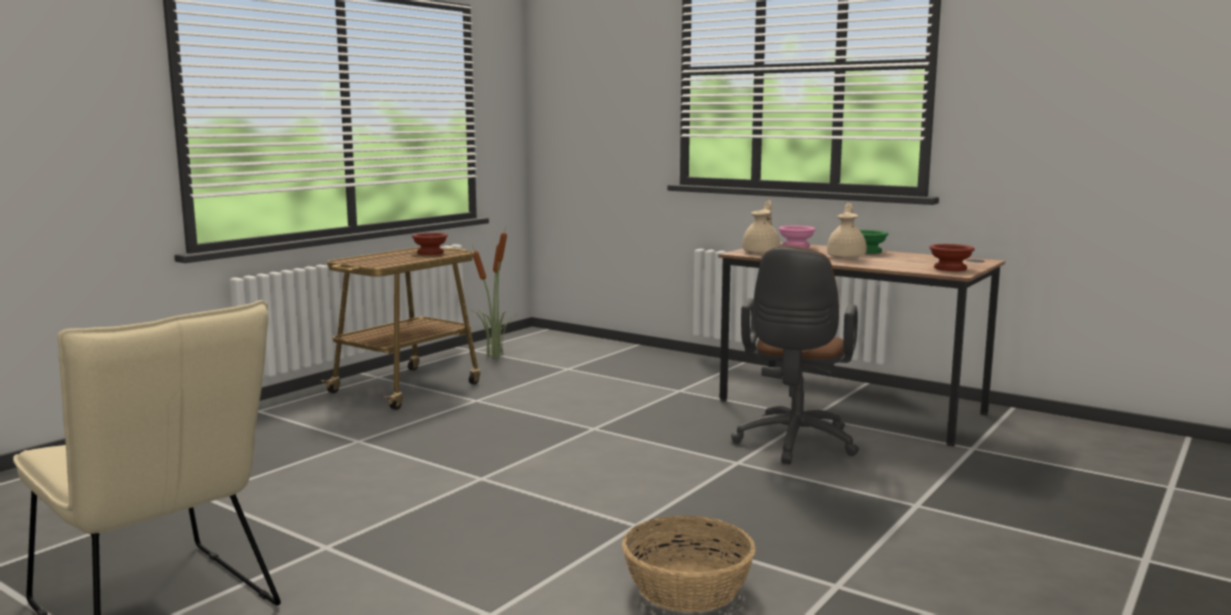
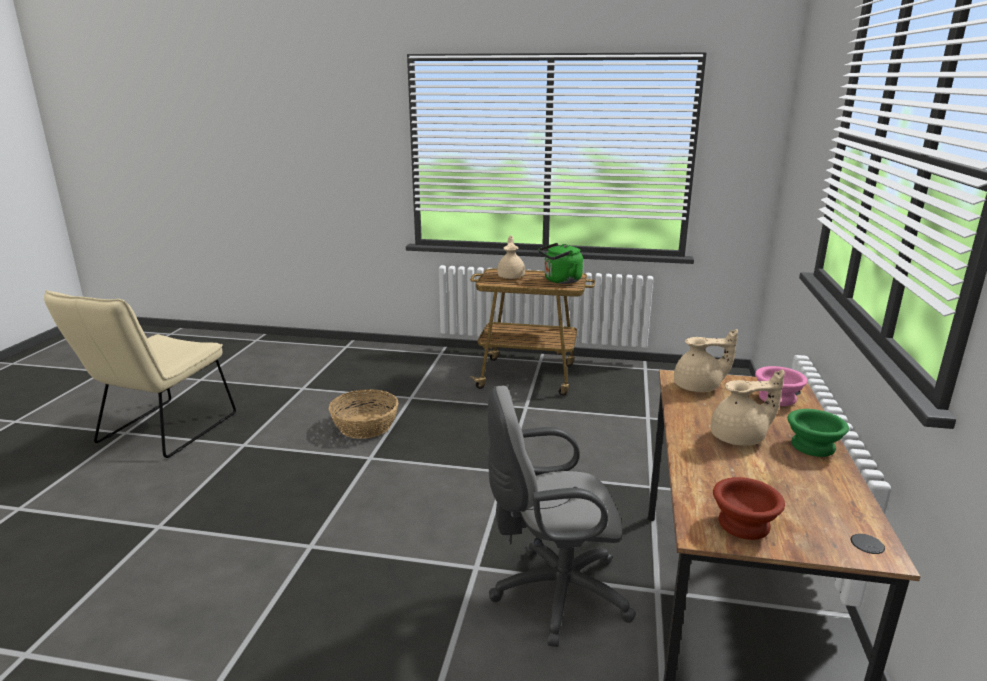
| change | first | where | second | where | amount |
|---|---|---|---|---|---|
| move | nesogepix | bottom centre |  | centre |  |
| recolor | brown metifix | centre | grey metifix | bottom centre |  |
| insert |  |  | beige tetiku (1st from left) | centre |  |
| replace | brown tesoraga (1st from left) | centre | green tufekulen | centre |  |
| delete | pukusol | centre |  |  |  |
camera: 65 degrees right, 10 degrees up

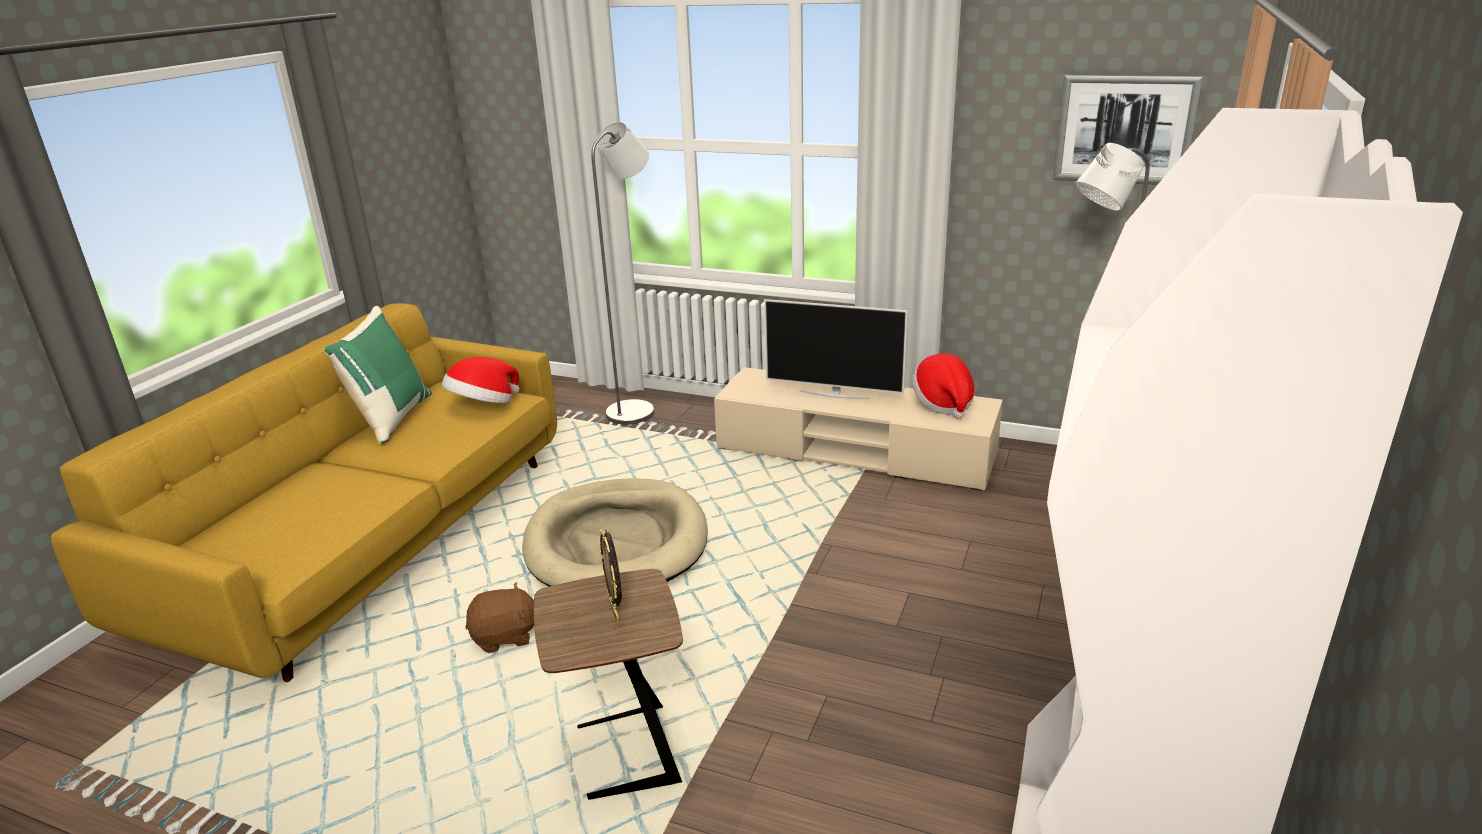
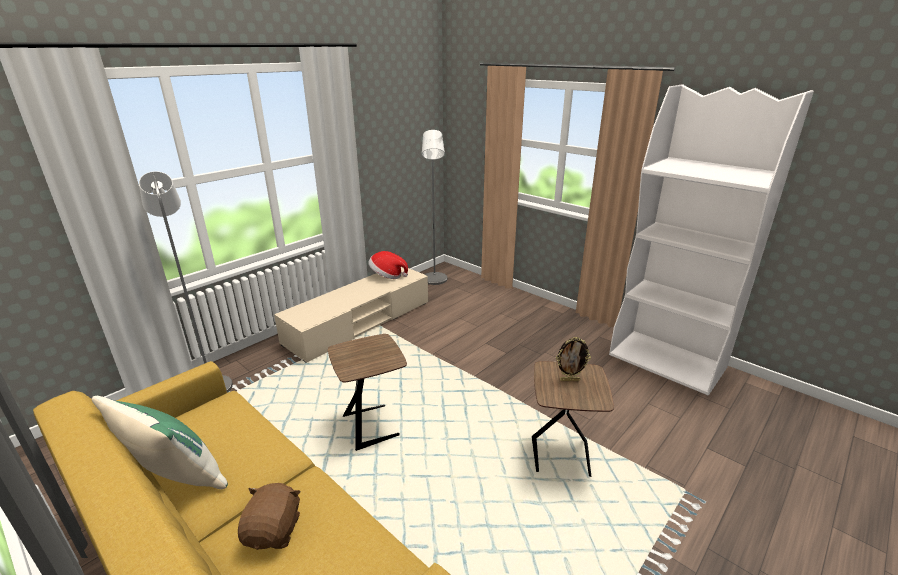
| change | first | where | second | where | amount |
|---|---|---|---|---|---|
| move | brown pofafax | bottom centre |  | bottom left |  |
| replace | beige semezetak | centre | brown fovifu (1st from left) | bottom centre |  |
| delete | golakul (1st from left) | middle left |  |  |  |
| delete | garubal | centre |  |  |  |
| delete | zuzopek | top right |  |  |  |
camera: 70 degrees left, 0 degrees up

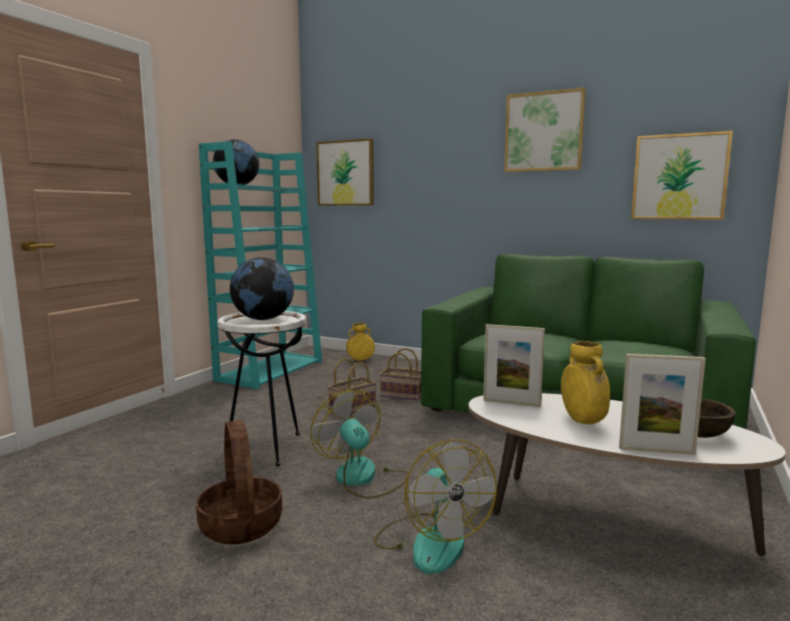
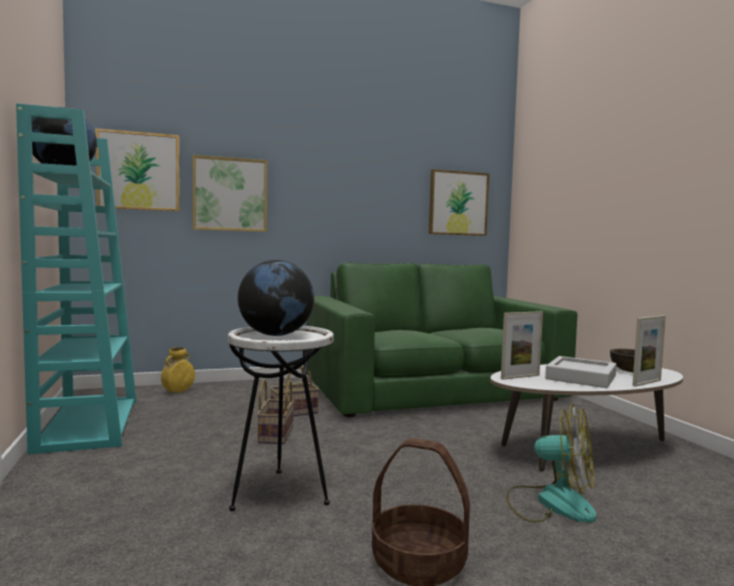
| change | first | where | second | where | amount |
|---|---|---|---|---|---|
| move | zuzopek (2nd from left) | top right |  | top left |  |
| replace | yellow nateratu (2nd from left) | middle right | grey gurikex | middle right |  |
| delete | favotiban (1st from left) | bottom centre |  |  |  |
camera: 45 degrees left, 5 degrees down

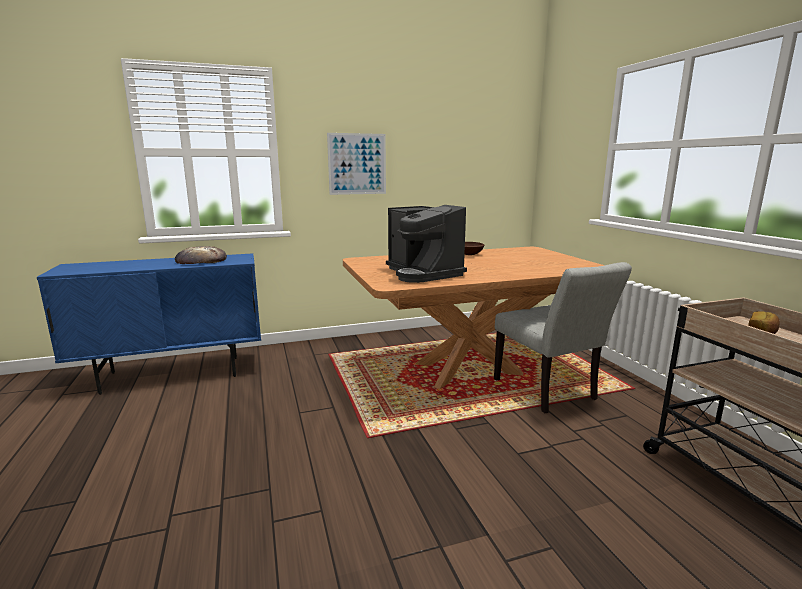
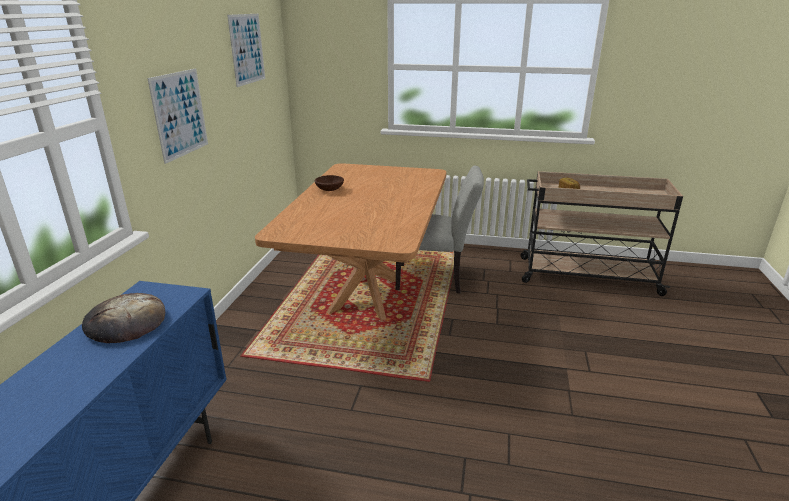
| change | first | where | second | where | amount |
|---|---|---|---|---|---|
| insert |  |  | zuzopek (2nd from left) | top left |  |
| delete | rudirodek | centre |  |  |  |
camera: 60 degrees left, 10 degrees up

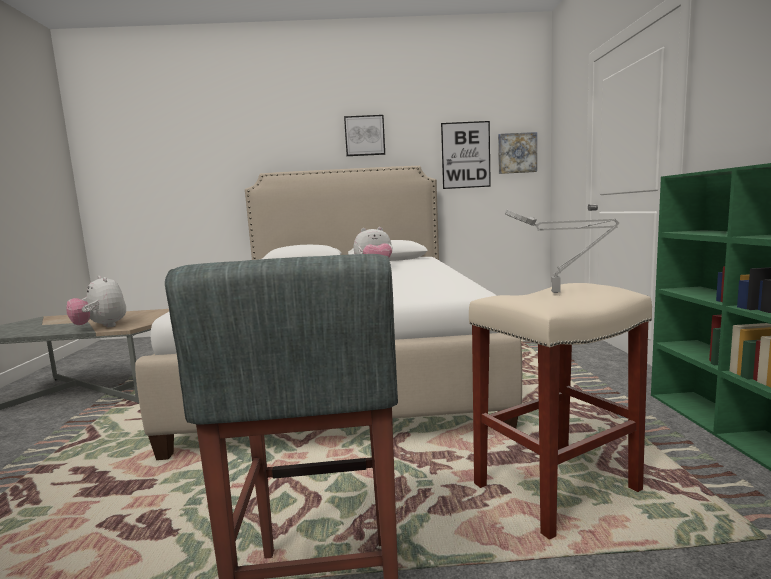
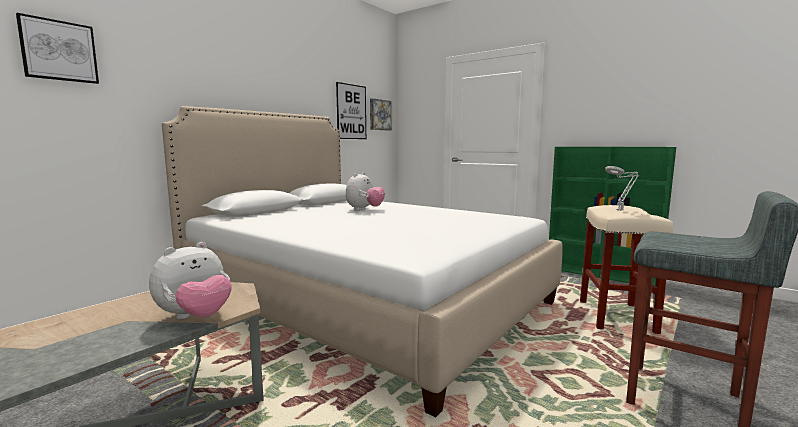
| change | first | where | second | where | amount |
|---|---|---|---|---|---|
| move | zuzopek (1st from left) | top centre |  | top left |  |
| rotate | pofafax (1st from left) | middle left |  | middle left | 45 degrees counterclockwise |
camera: 50 degrees left, 0 degrees up

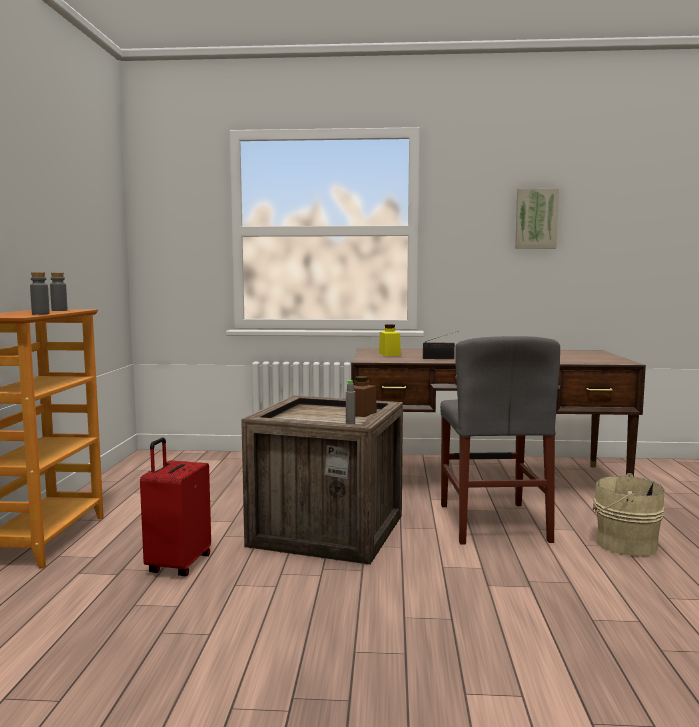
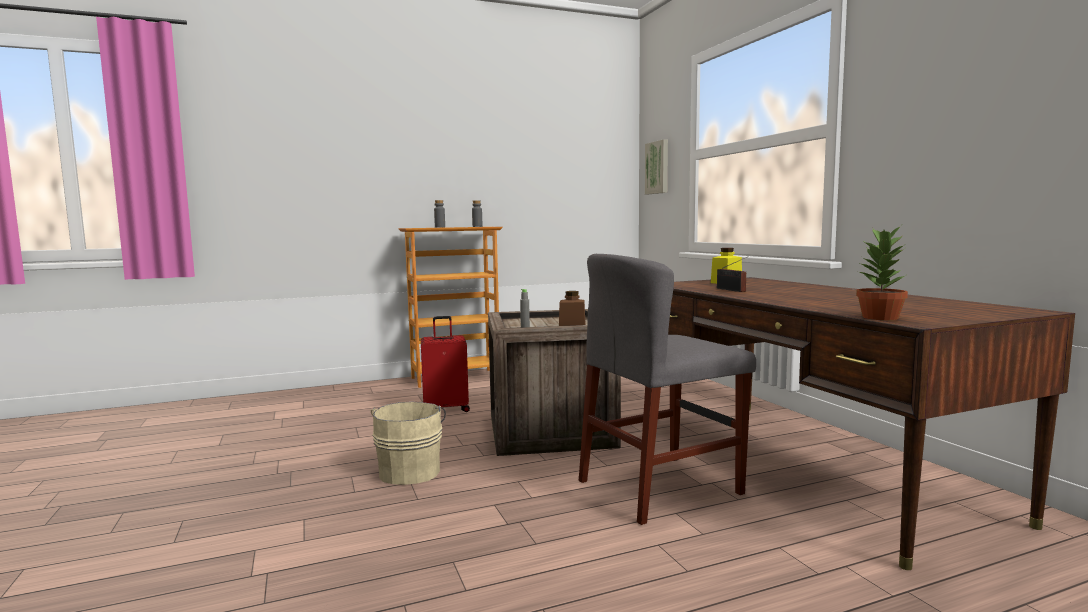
| change | first | where | second | where | amount |
|---|---|---|---|---|---|
| move | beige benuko | bottom right |  | bottom centre |  |
| move | zuzopek | top right |  | top centre |  |
| insert |  |  | pukusol | middle right |  |
camera: 65 degrees right, 0 degrees up

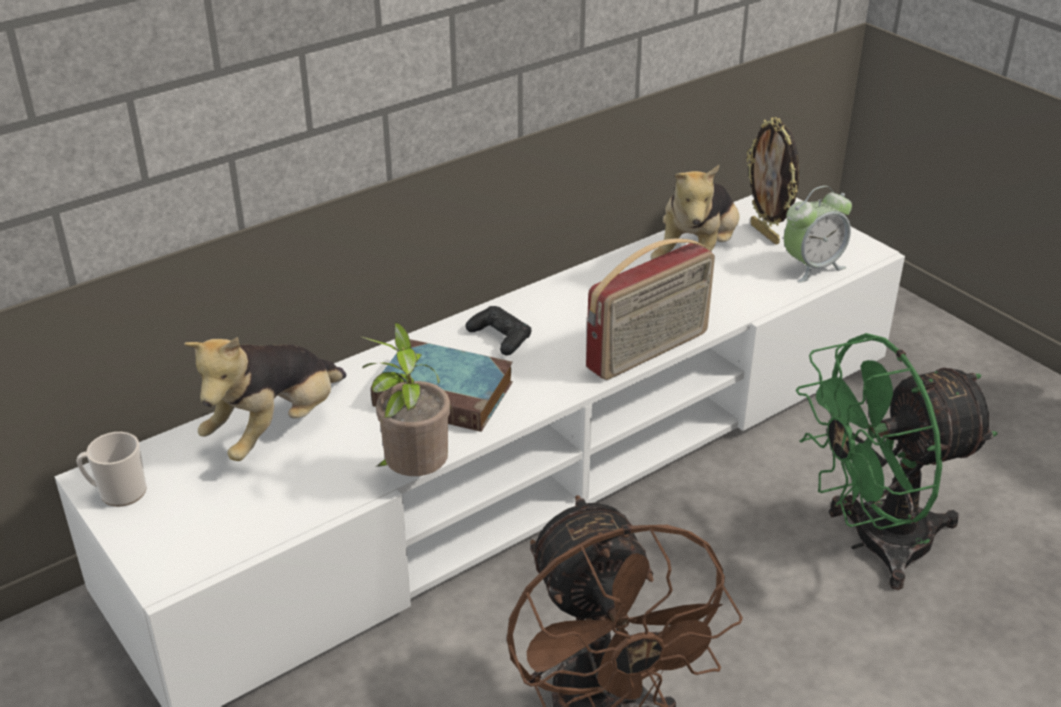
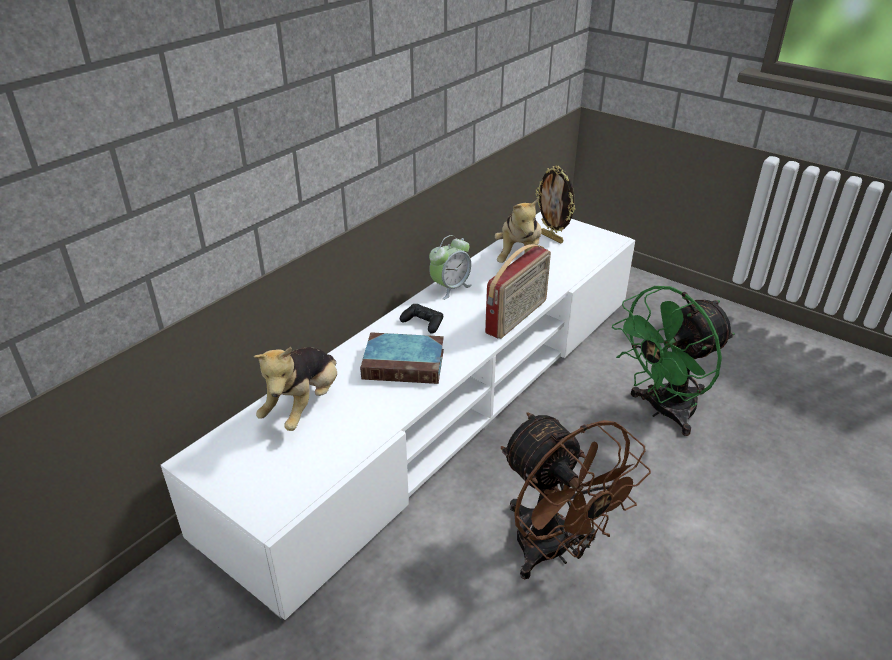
| change | first | where | second | where | amount |
|---|---|---|---|---|---|
| move | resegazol | top right |  | centre |  |
| delete | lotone | middle left |  |  |  |
| delete | pukusol | centre |  |  |  |
camera: 15 degrees left, 0 degrees up

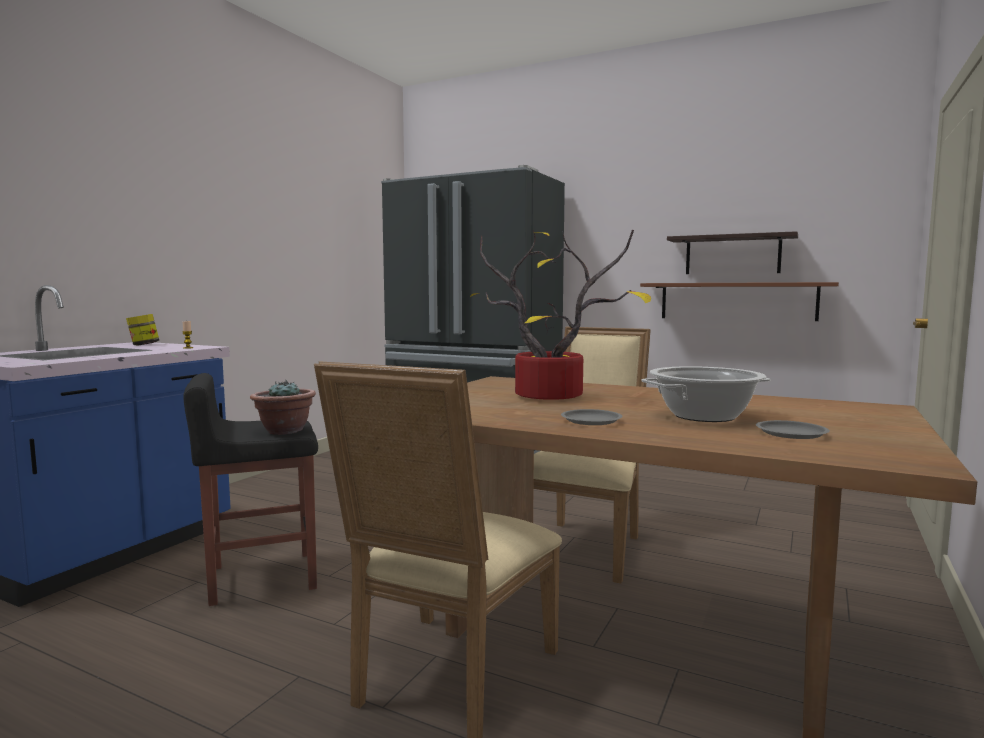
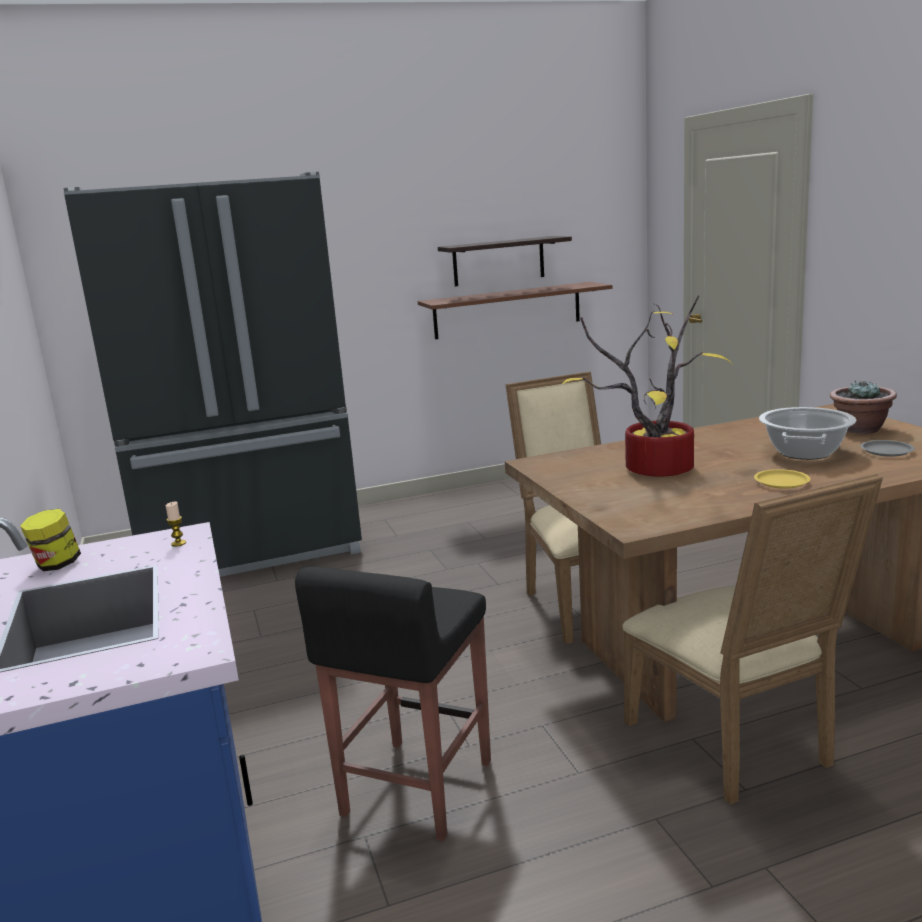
| change | first | where | second | where | amount |
|---|---|---|---|---|---|
| recolor | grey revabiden (1st from left) | centre | yellow revabiden | middle right |  |
| move | pukusol (1st from left in the first image) | middle left | pukusol (2nd from left) | middle right |  |
camera: 45 degrees left, 10 degrees up

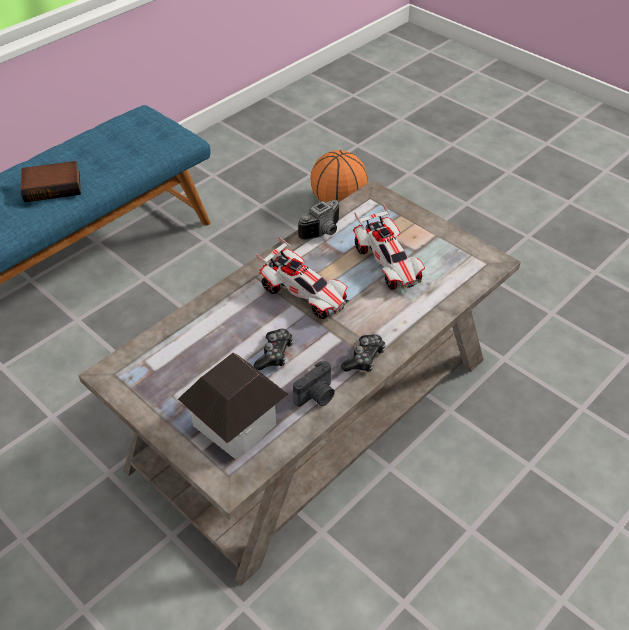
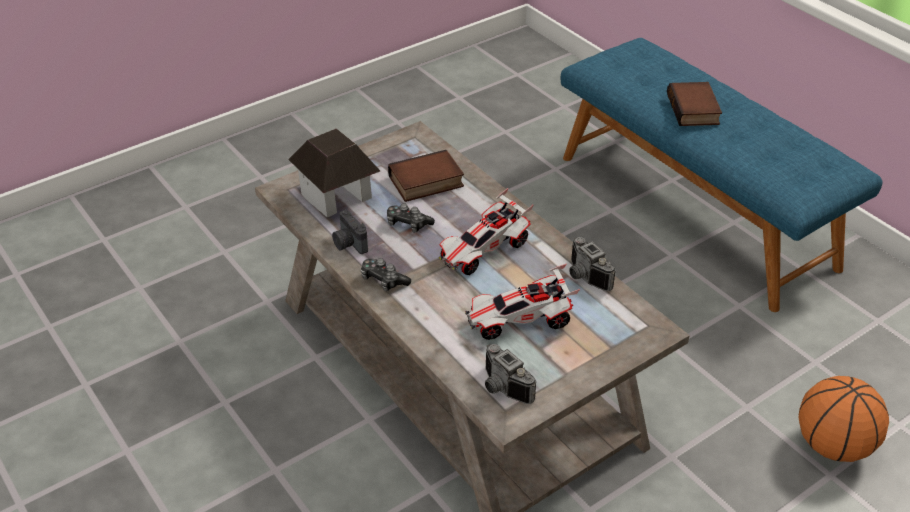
| change | first | where | second | where | amount |
|---|---|---|---|---|---|
| insert |  |  | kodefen (1st from left) | centre |  |
| insert |  |  | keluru (2nd from left) | bottom centre |  |
camera: 100 degrees right, 5 degrees down

